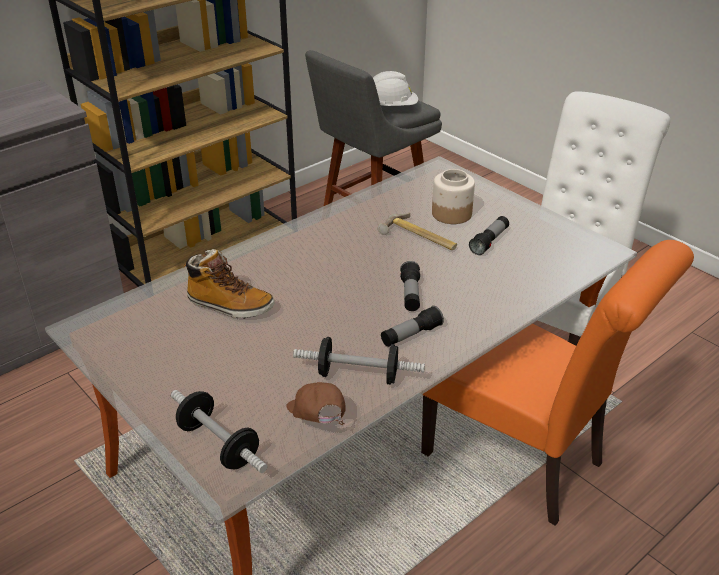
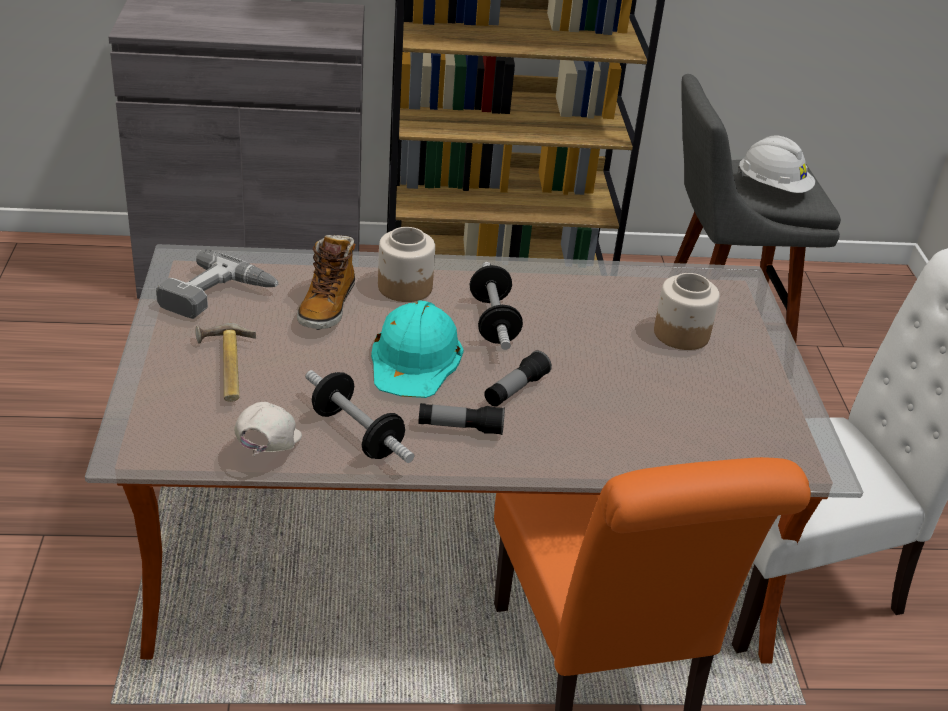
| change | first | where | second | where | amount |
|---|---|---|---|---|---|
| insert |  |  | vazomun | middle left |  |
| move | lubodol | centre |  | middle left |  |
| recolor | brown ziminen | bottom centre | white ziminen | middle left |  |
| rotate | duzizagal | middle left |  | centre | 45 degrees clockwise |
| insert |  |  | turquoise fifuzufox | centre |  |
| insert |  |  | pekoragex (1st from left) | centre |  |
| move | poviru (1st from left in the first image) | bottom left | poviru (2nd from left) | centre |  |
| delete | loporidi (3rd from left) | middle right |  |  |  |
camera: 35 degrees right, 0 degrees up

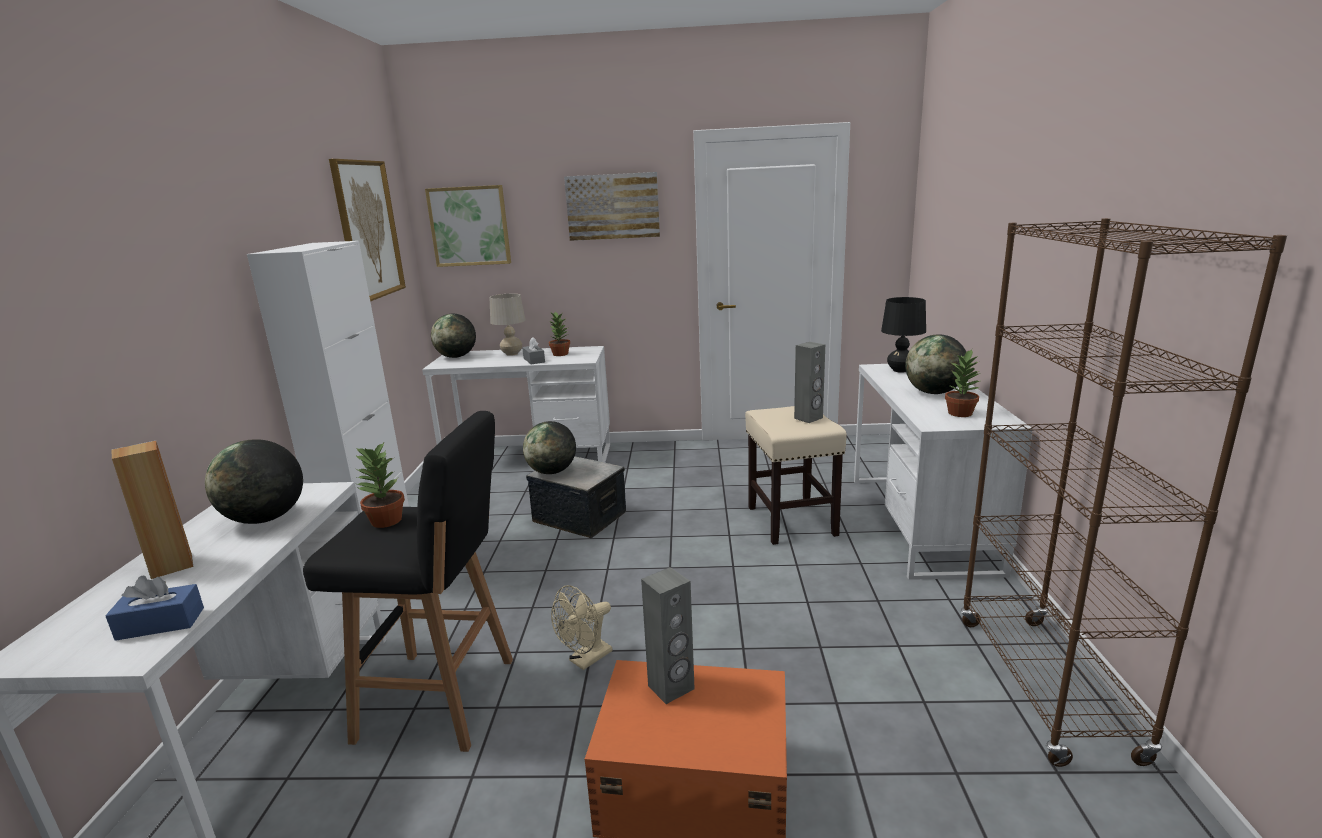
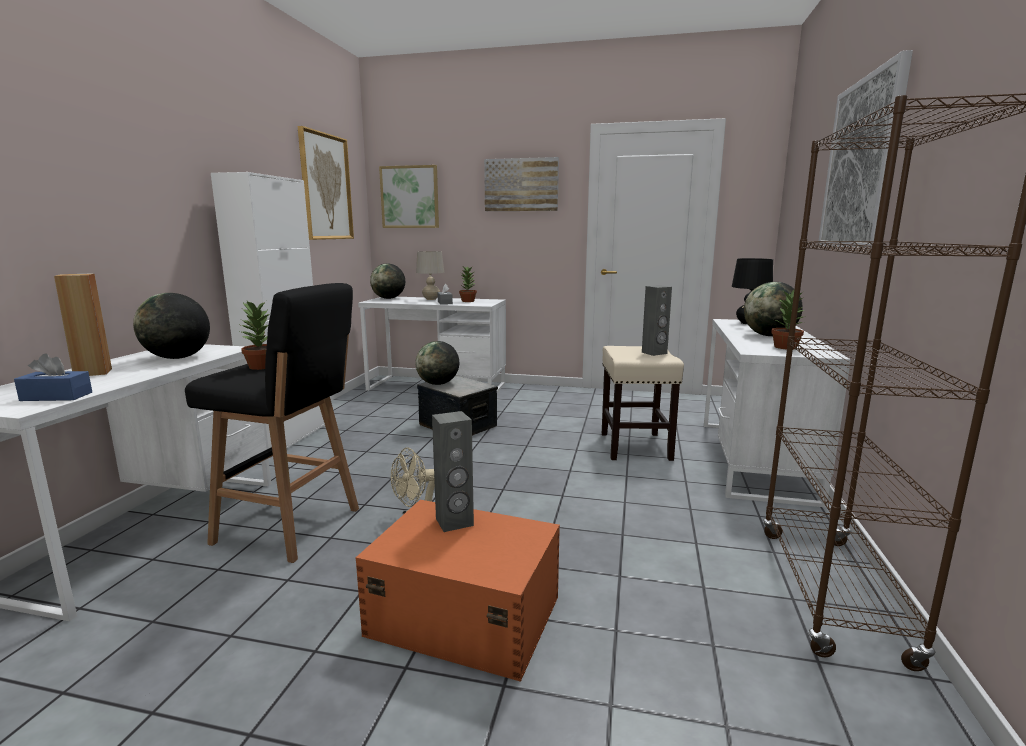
| change | first | where | second | where | amount |
|---|---|---|---|---|---|
| insert |  |  | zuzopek (4th from left) | top right |  |
camera: 10 degrees right, 5 degrees down

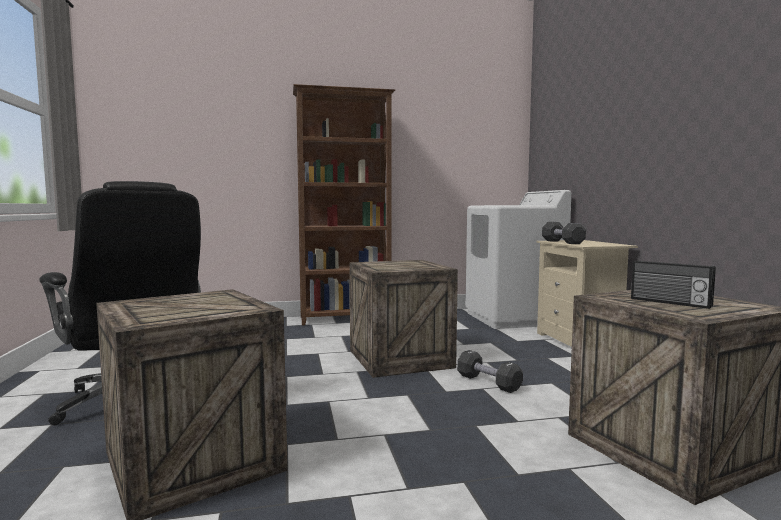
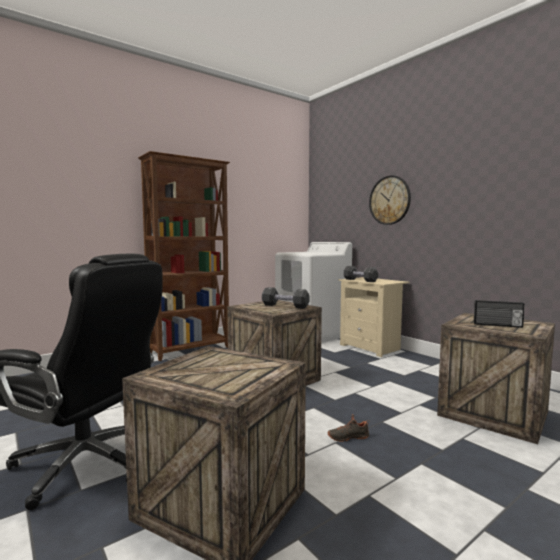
| change | first | where | second | where | amount |
|---|---|---|---|---|---|
| move | black poviru (1st from left) | bottom centre |  | centre |  |
| insert |  |  | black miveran | bottom centre |  |
| insert |  |  | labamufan | middle right |  |
camera: 25 degrees left, 0 degrees up

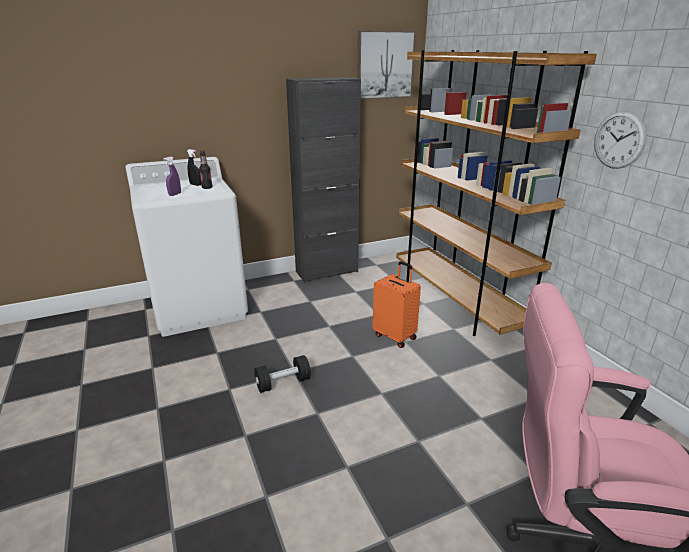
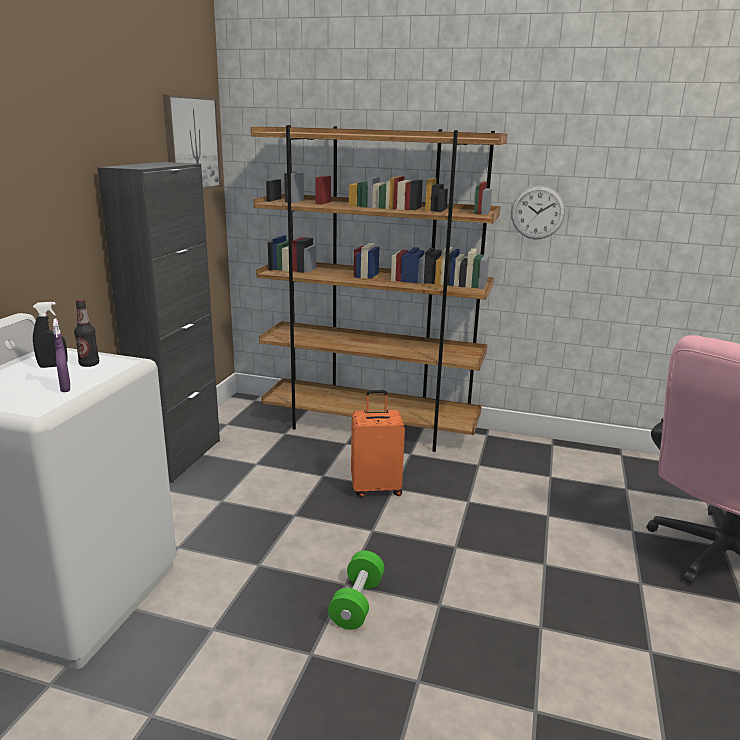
| change | first | where | second | where | amount |
|---|---|---|---|---|---|
| recolor | black poviru | bottom centre | green poviru | bottom centre |  |
camera: 50 degrees left, 5 degrees down

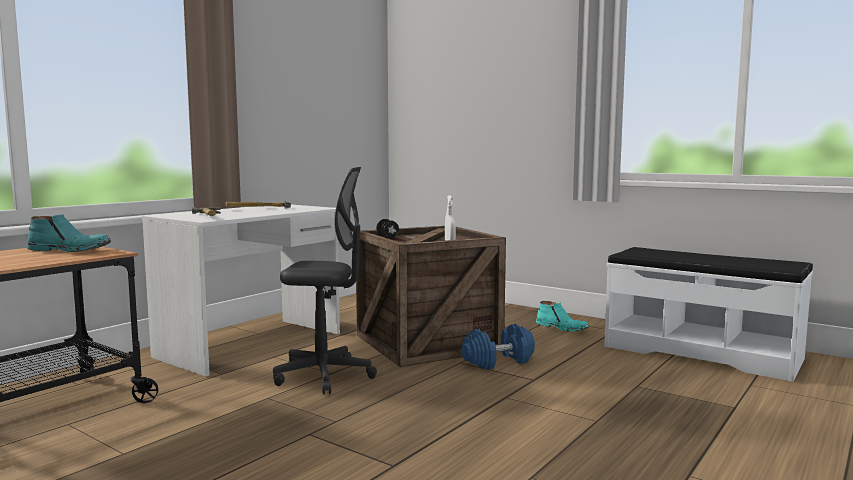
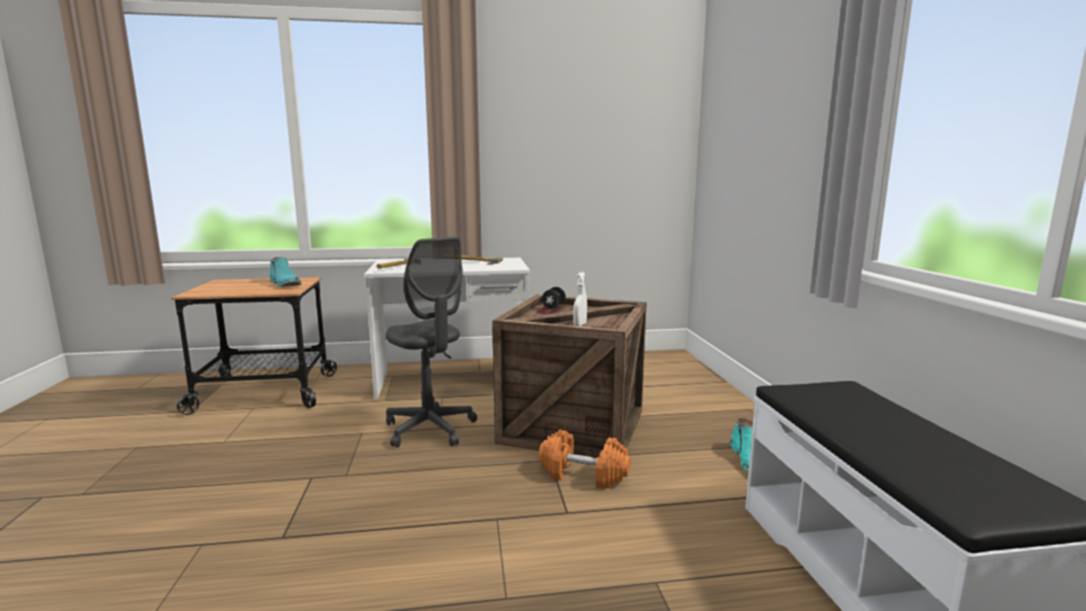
| change | first | where | second | where | amount |
|---|---|---|---|---|---|
| recolor | blue poviru | bottom centre | orange poviru | bottom centre |  |
camera: 45 degrees right, 5 degrees up

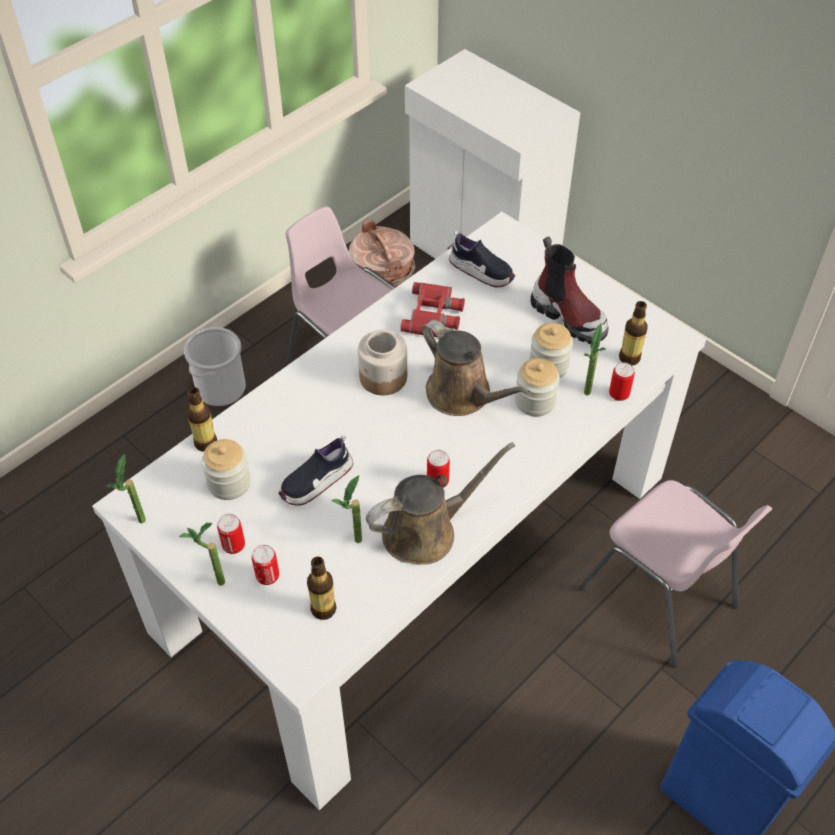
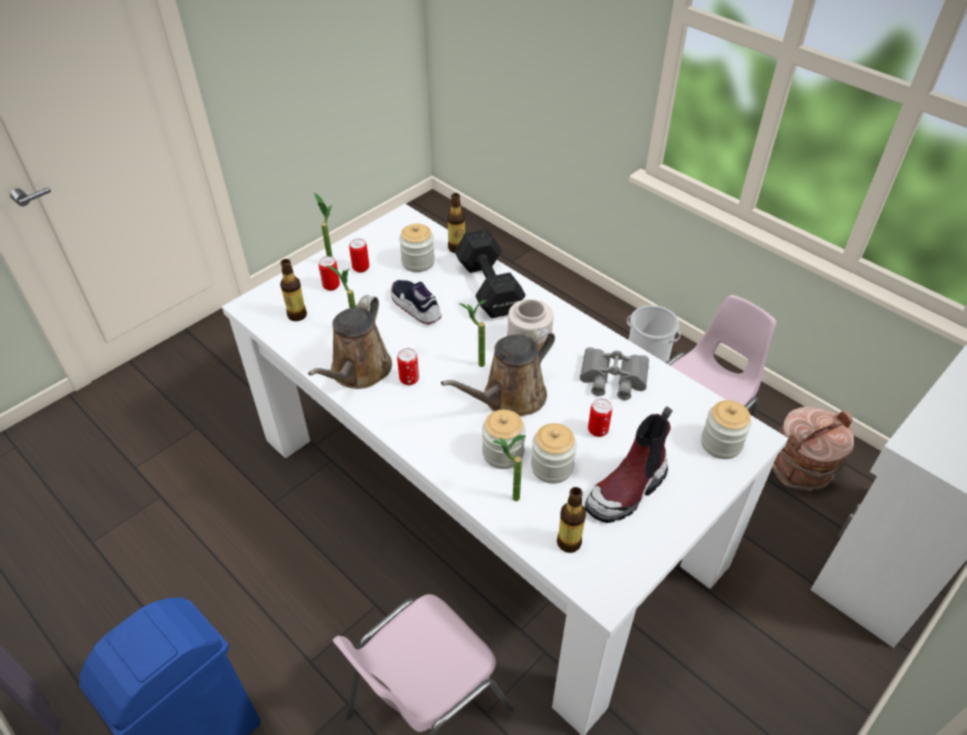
| change | first | where | second | where | amount |
|---|---|---|---|---|---|
| rotate | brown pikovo (1st from left) | centre |  | centre | 45 degrees clockwise |
| insert |  |  | black poviru | centre |  |
| move | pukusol (1st from left in the first image) | middle left | pukusol (3rd from left) | centre |  |
| recolor | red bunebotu | centre | grey bunebotu | centre |  |
| move | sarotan (4th from left) | middle right |  | centre |  |
| insert |  |  | pekoragex (5th from left) | middle right |  |
| delete | miveran (2nd from left) | top centre |  |  |  |
camera: 90 degrees right, 5 degrees down

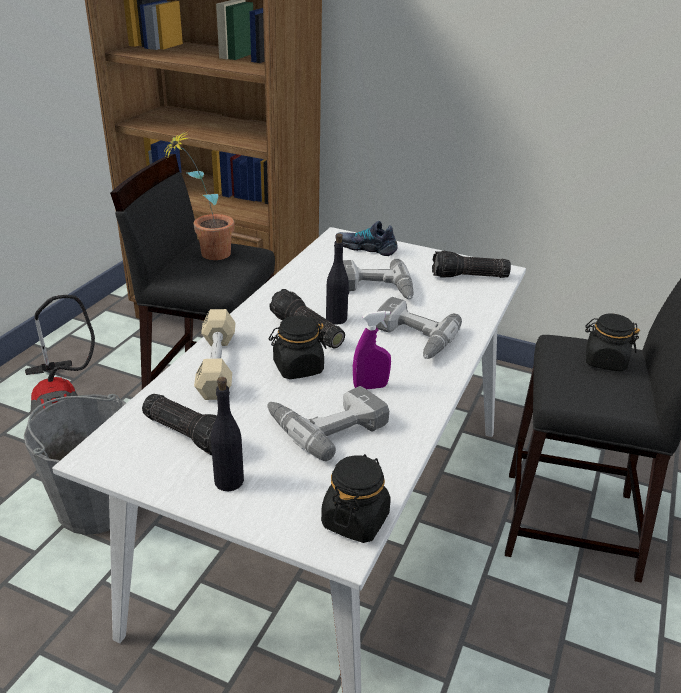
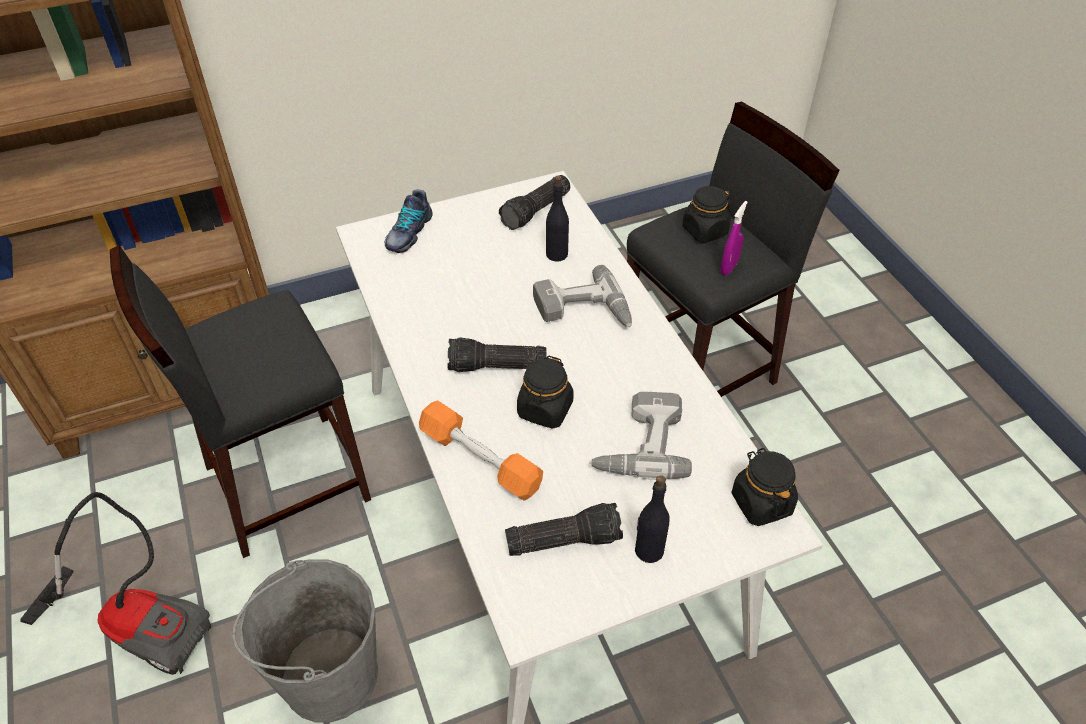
| change | first | where | second | where | amount |
|---|---|---|---|---|---|
| rotate | miveran | centre |  | top centre | 45 degrees counterclockwise |
| recolor | beige poviru | middle left | orange poviru | centre |  |
| move | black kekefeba (2nd from left in the first image) | centre | black kekefeba (1st from left) | top centre |  |
| move | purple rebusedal | centre |  | top right |  |
| delete | pukusol | top left |  |  |  |
| delete | vazomun (2nd from left) | centre |  |  |  |
camera: 45 degrees left, 15 degrees up

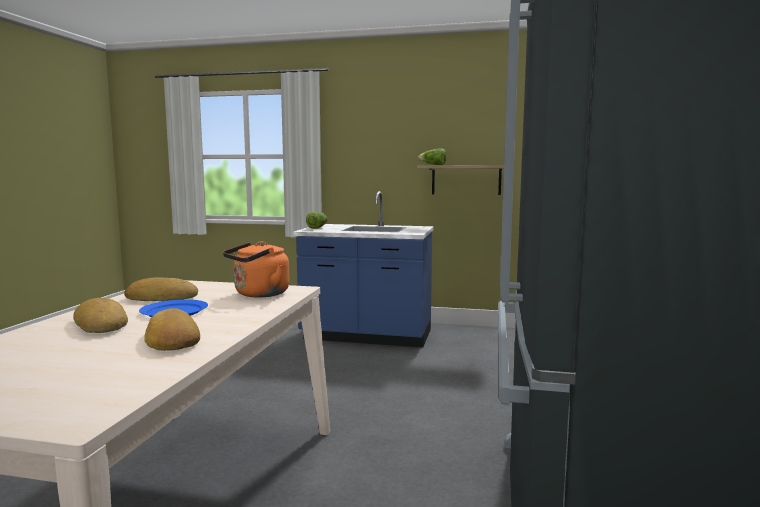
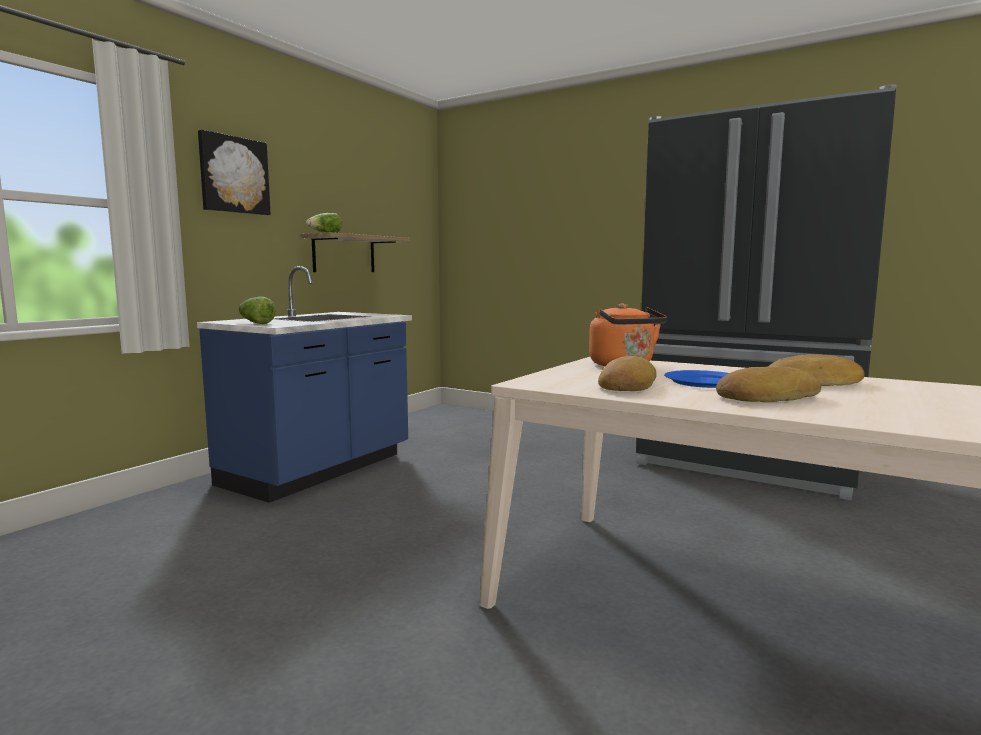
| change | first | where | second | where | amount |
|---|---|---|---|---|---|
| insert |  |  | zuzopek | top left |  |
camera: 70 degrees left, 0 degrees up

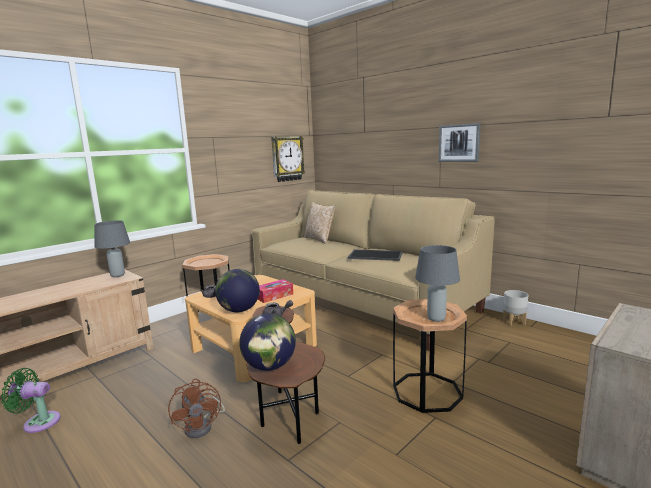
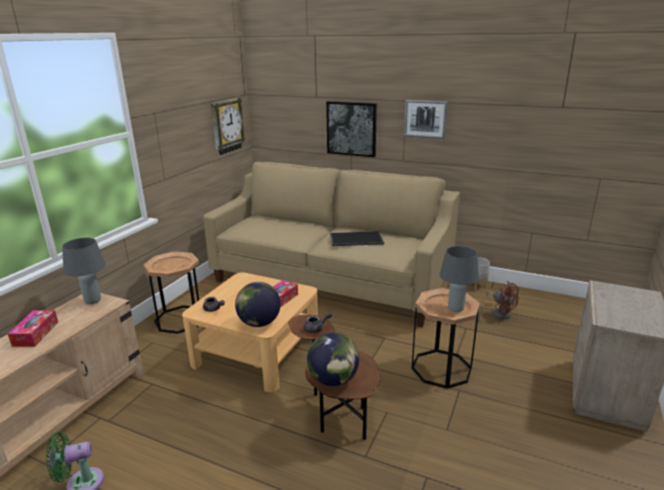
| change | first | where | second | where | amount |
|---|---|---|---|---|---|
| insert |  |  | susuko (1st from left) | bottom left |  |
| insert |  |  | zuzopek (1st from left) | top centre |  |
| move | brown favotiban | bottom left |  | middle right |  |
| delete | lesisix | centre |  |  |  |
camera: 20 degrees left, 10 degrees up

